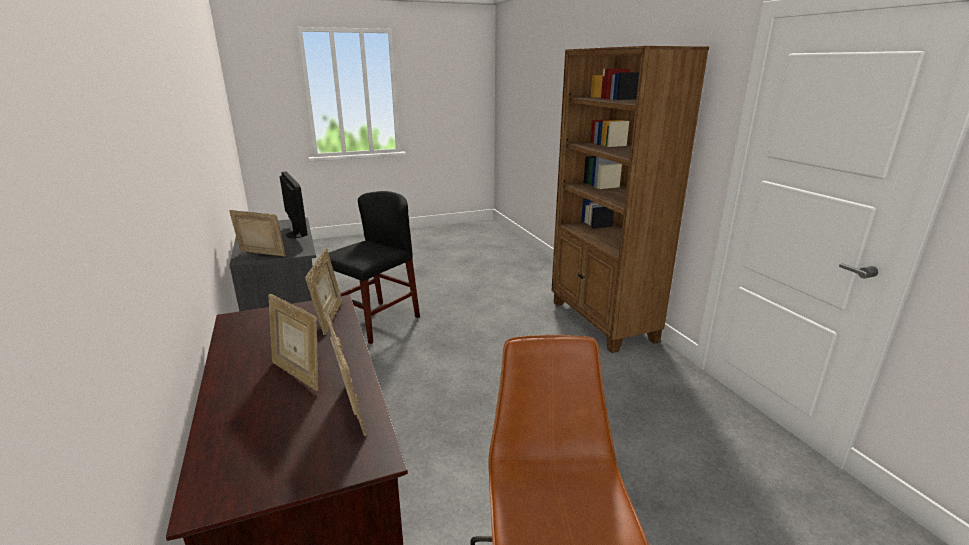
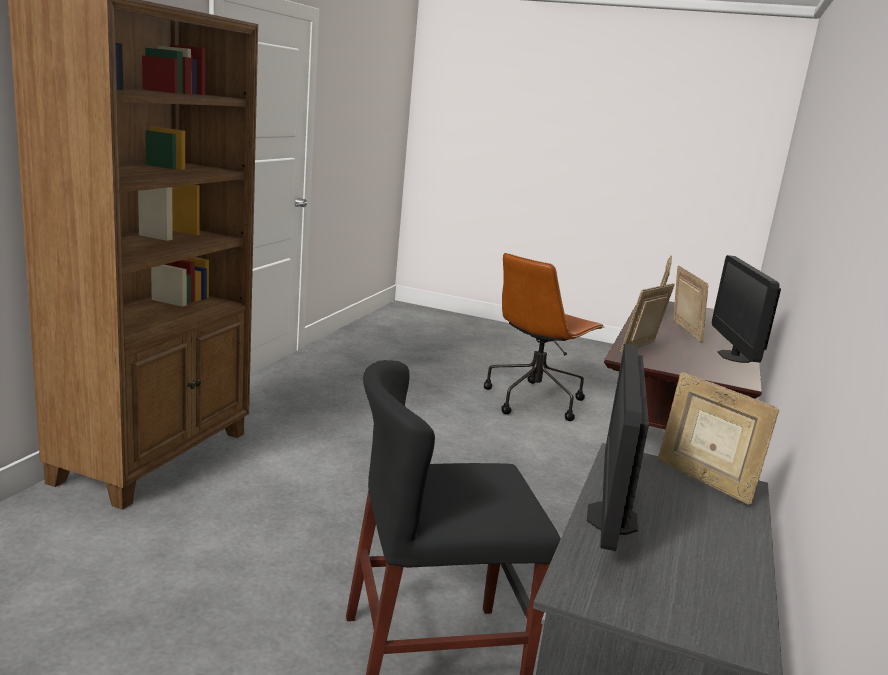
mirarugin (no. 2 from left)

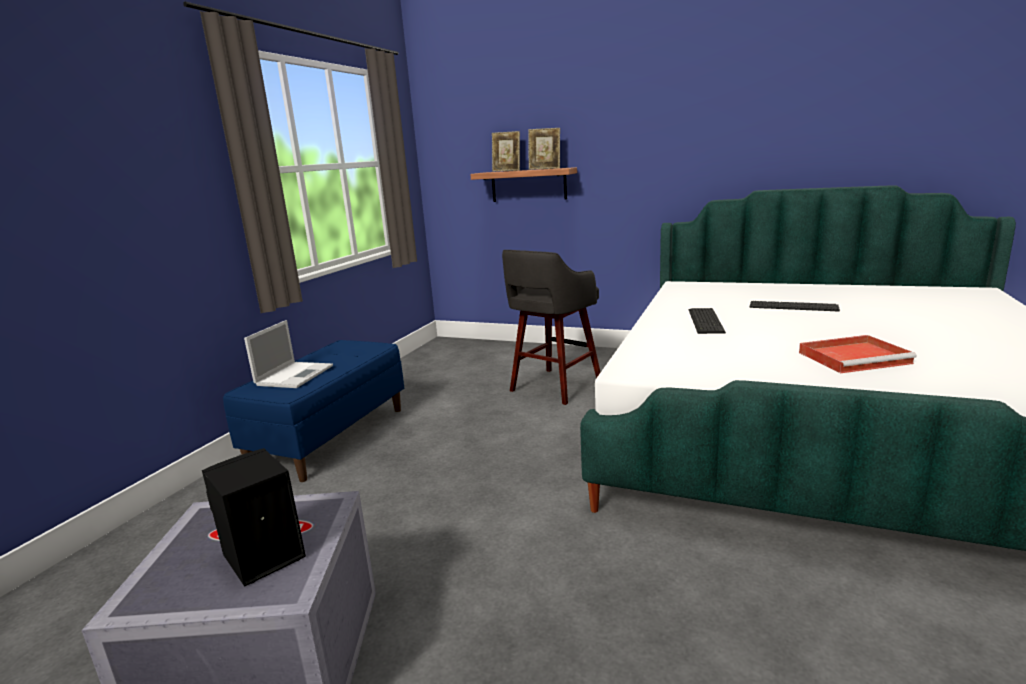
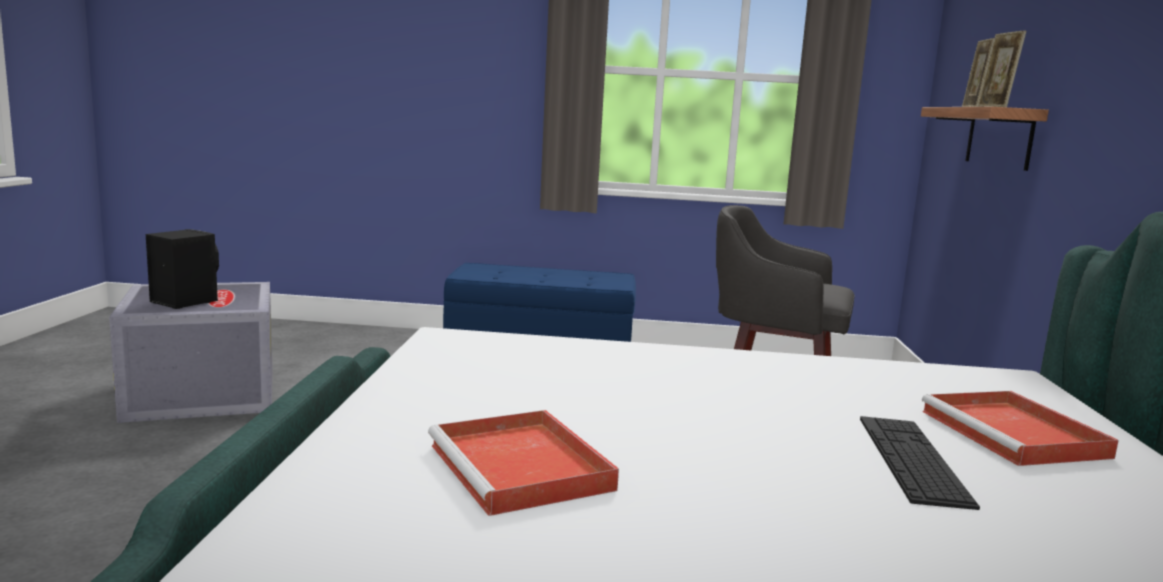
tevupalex; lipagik (no. 1 from left in the first image); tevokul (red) (no. 2 from left)

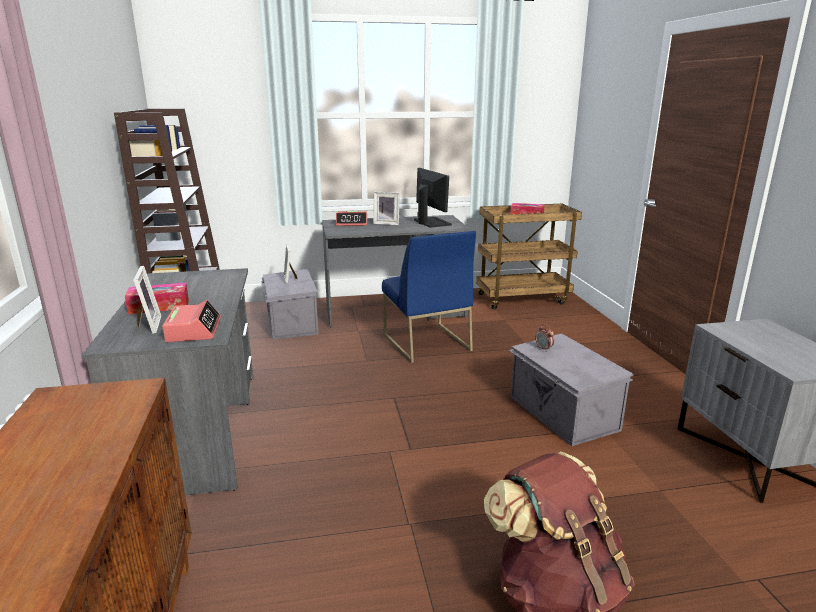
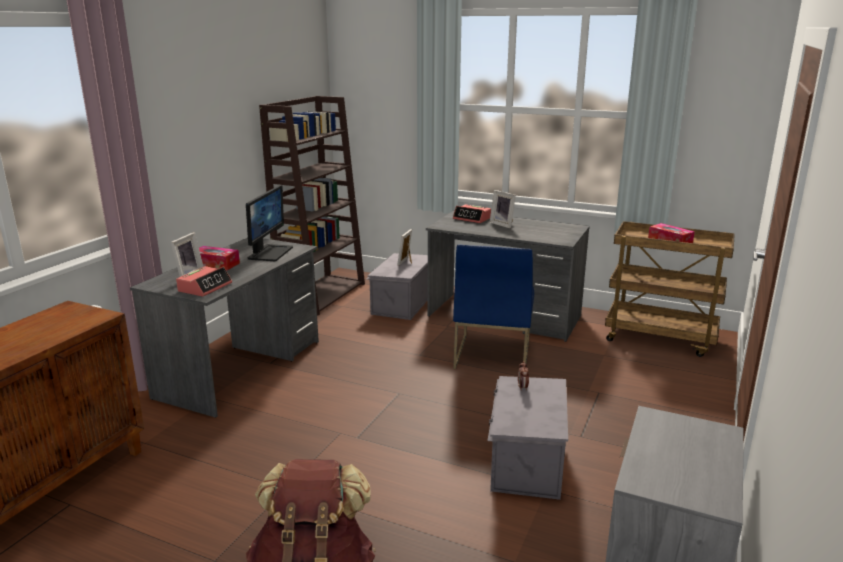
mirarugin

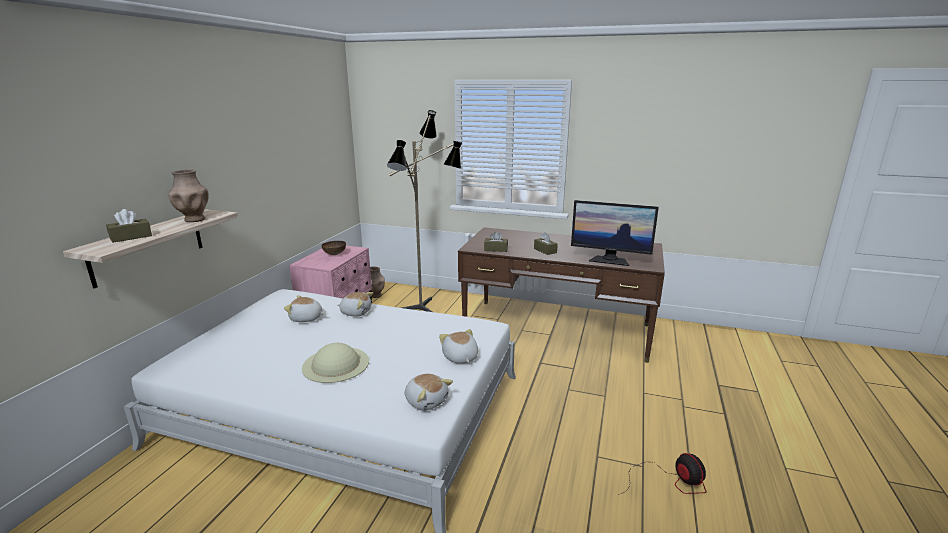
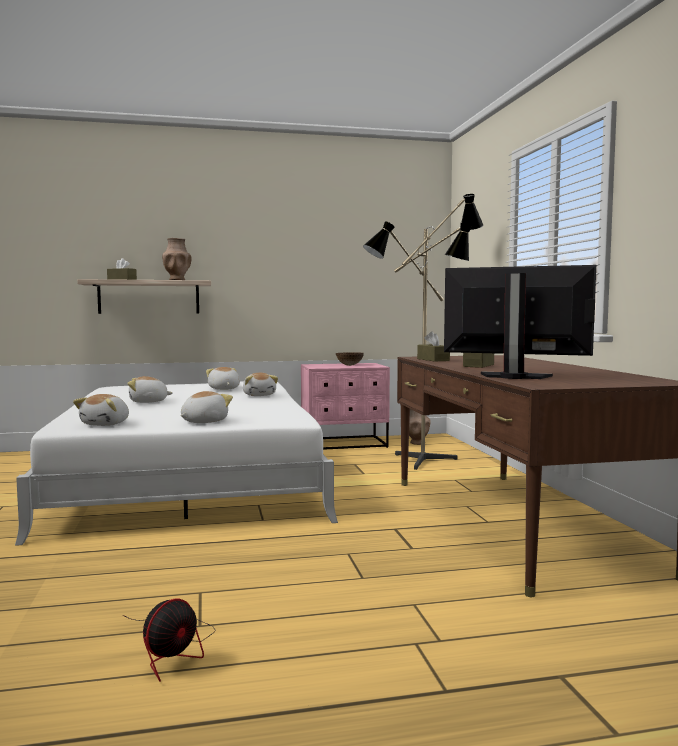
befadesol (no. 2 from left); mirarugin

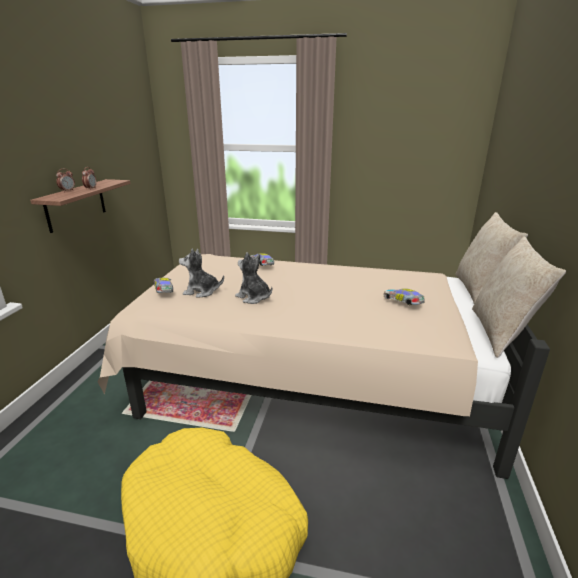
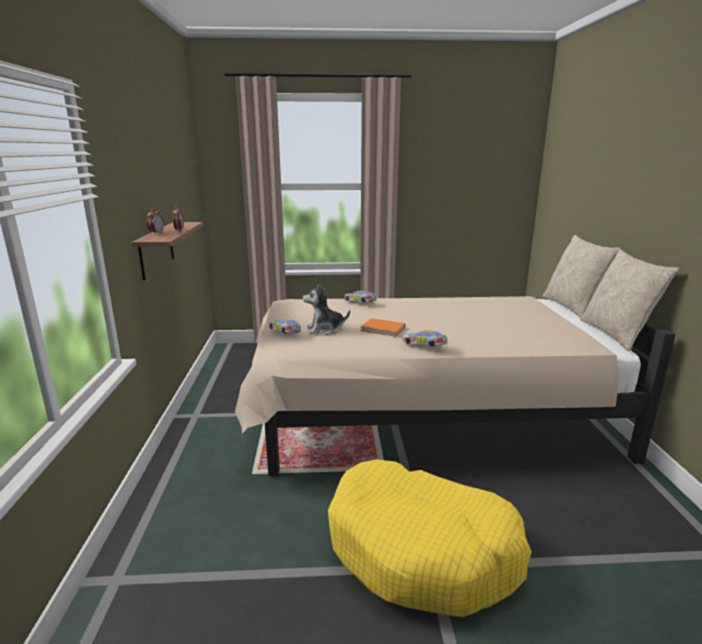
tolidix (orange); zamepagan (no. 3 from left)

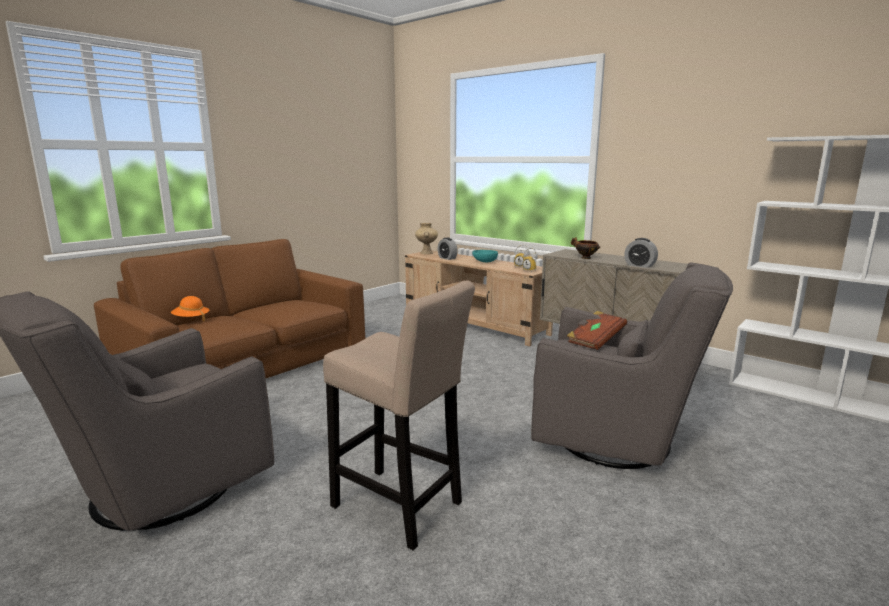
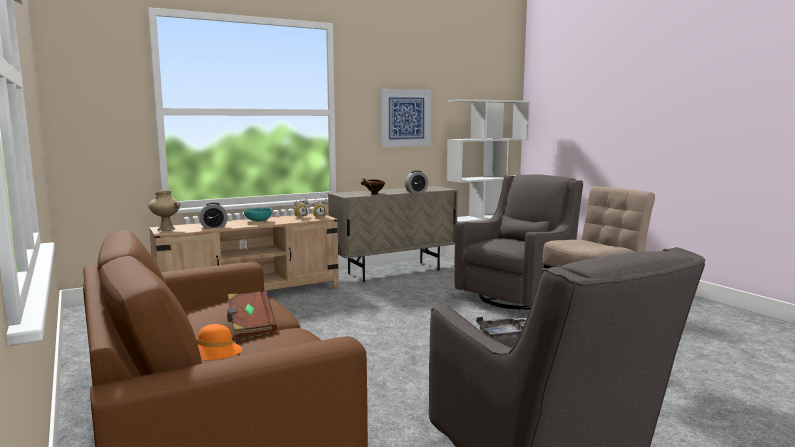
tolidix (brown); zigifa; tevokul (grey)

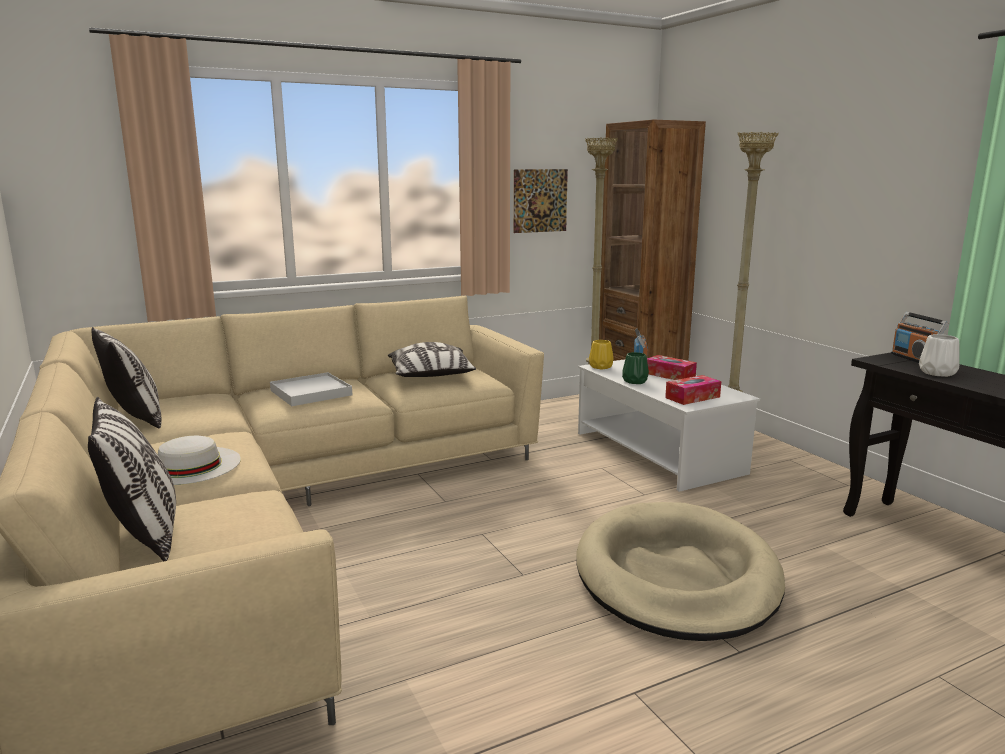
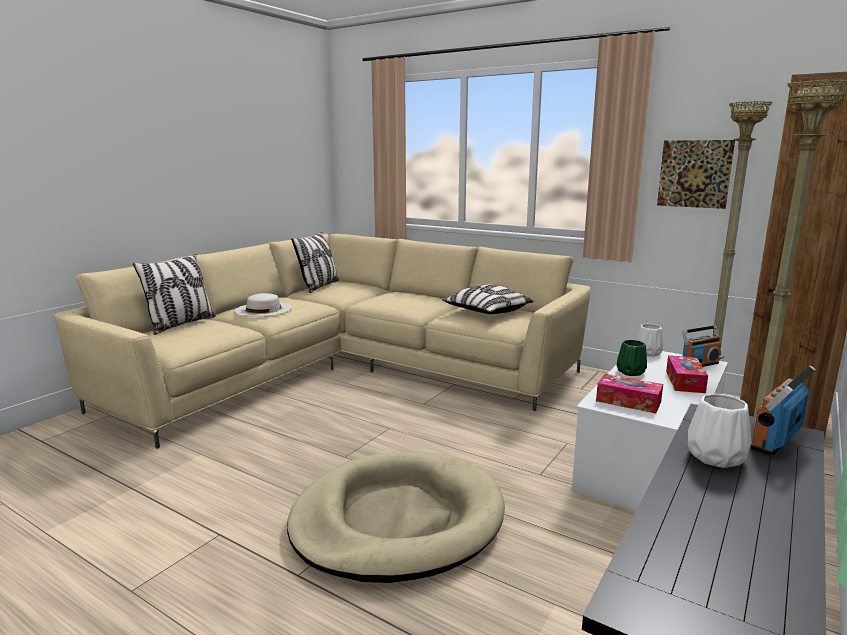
tevokul (white); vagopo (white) (no. 1 from left)

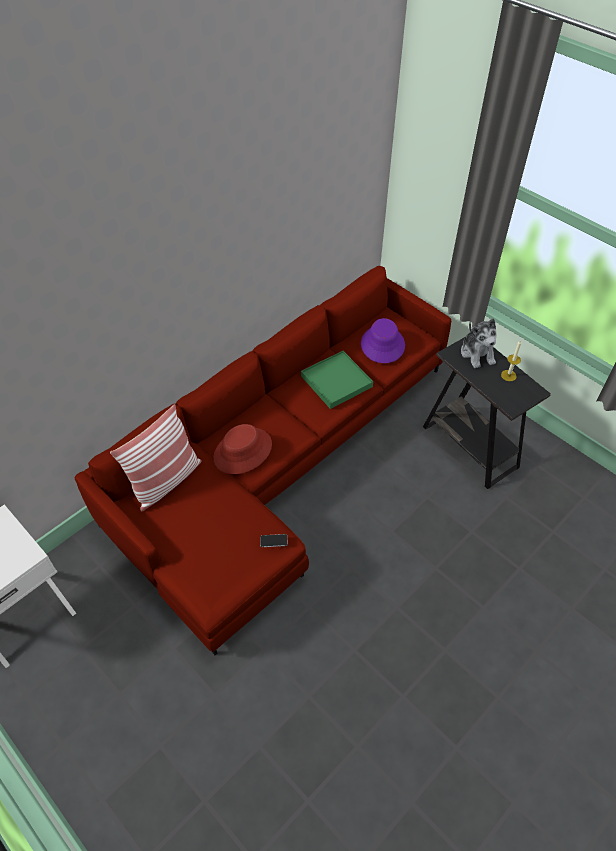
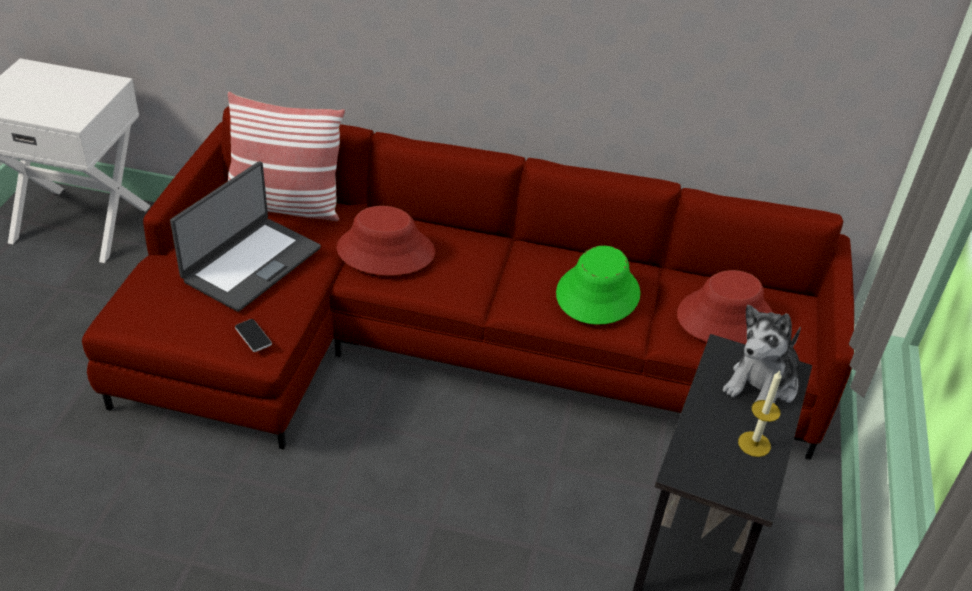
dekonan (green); dekonan (red) (no. 2 from left); tevupalex

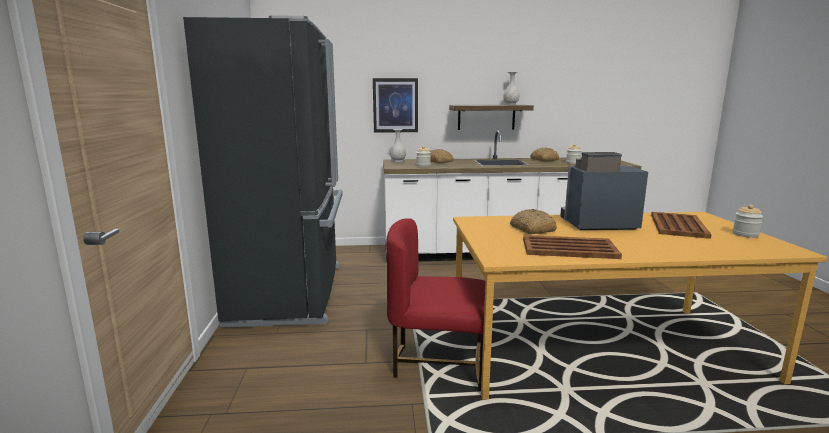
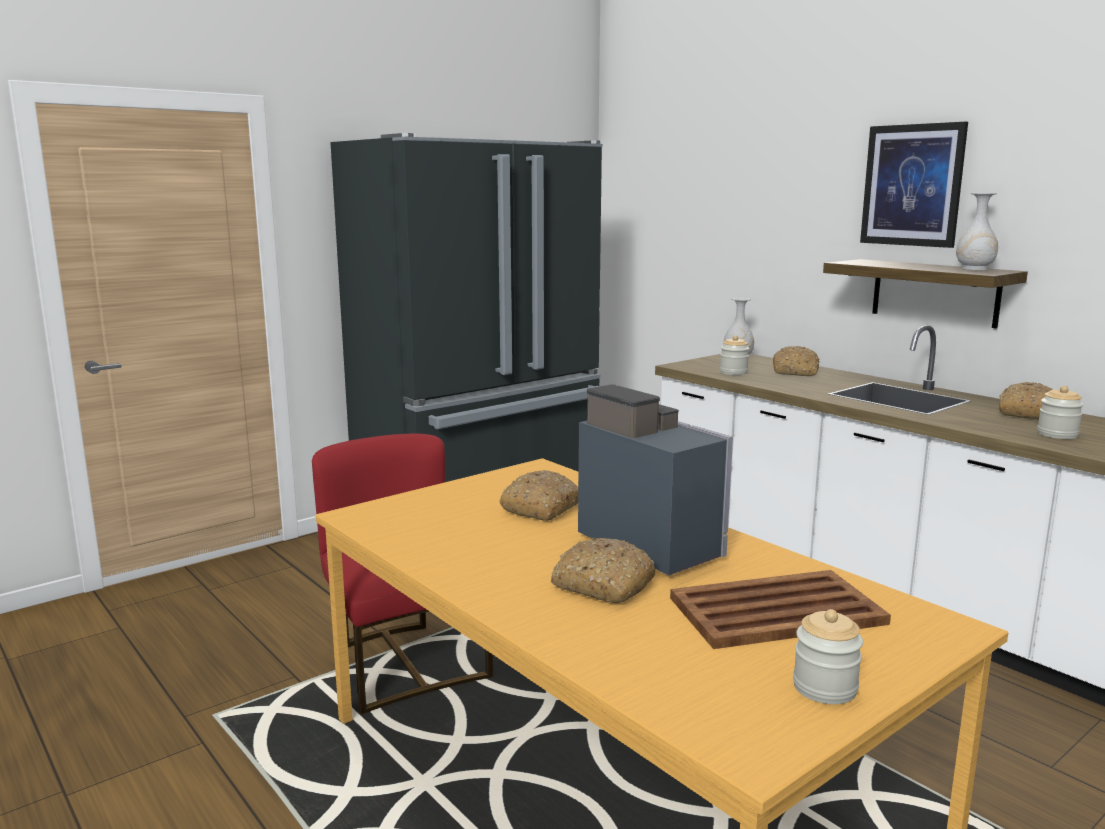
zigifa; tevokul (brown) (no. 1 from left in the first image); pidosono (no. 2 from left)

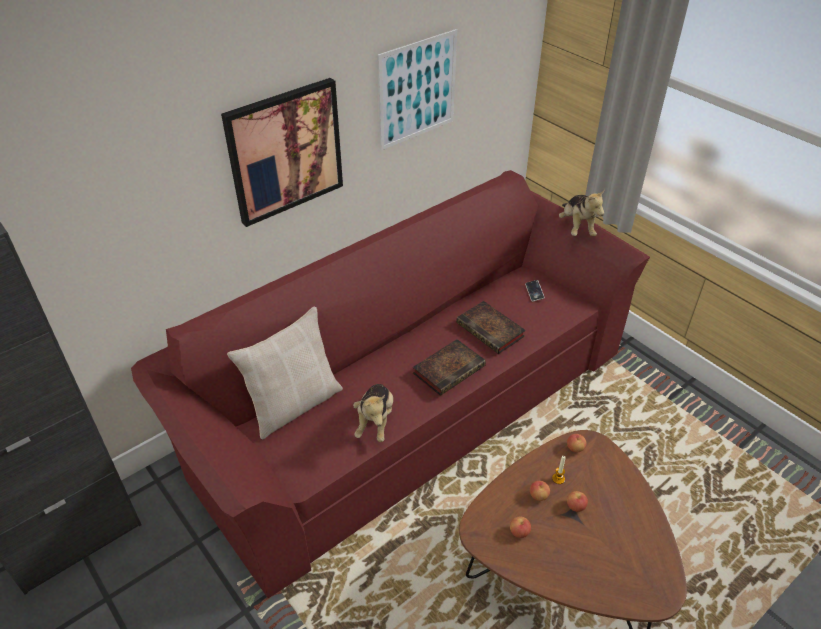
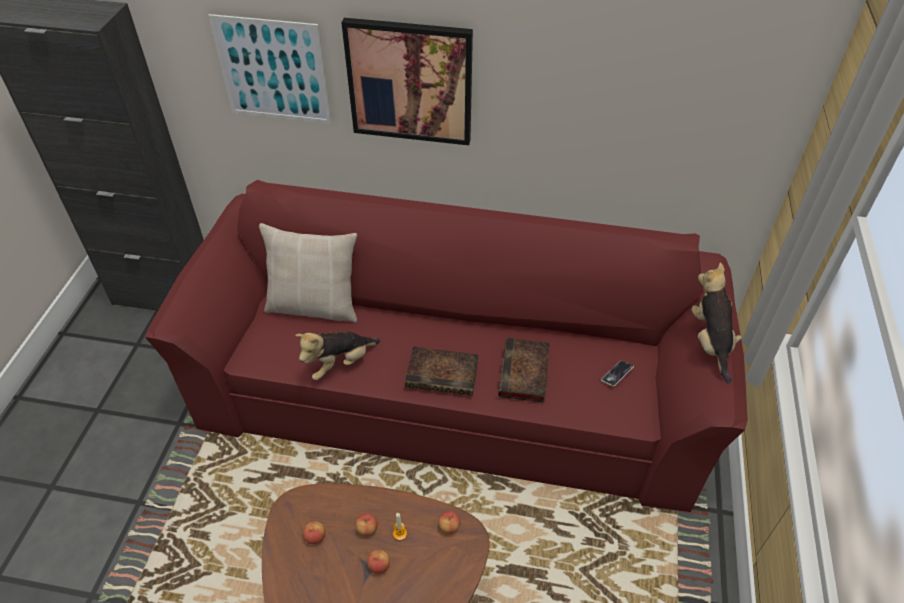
zigifa (no. 1 from left); befadesol (no. 2 from left)

